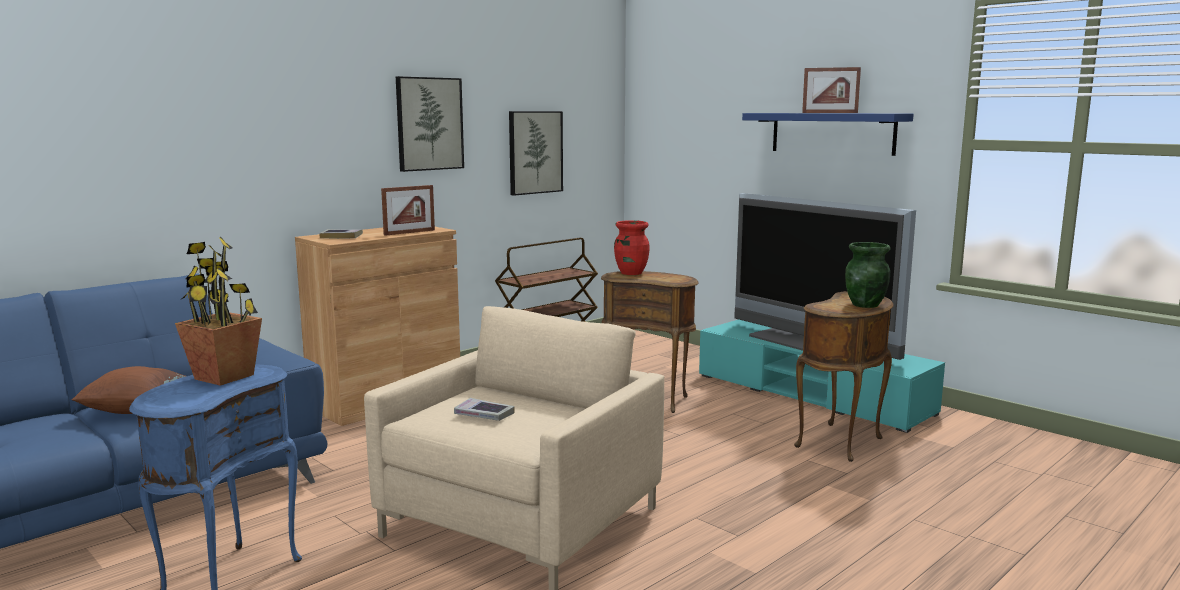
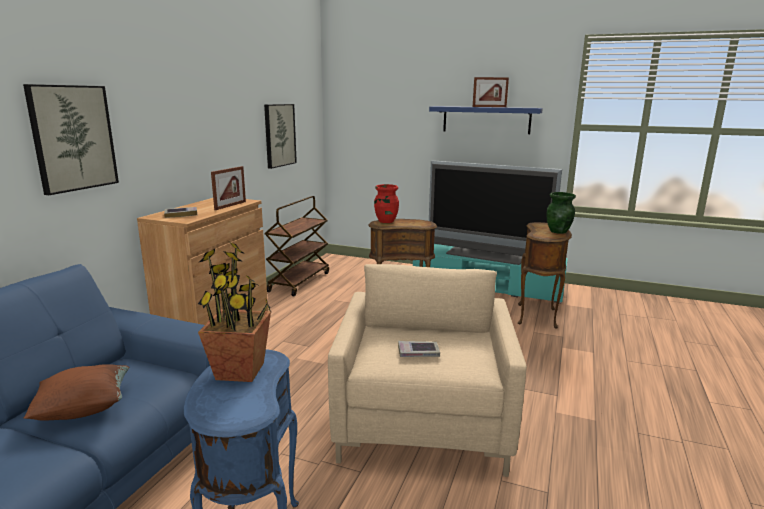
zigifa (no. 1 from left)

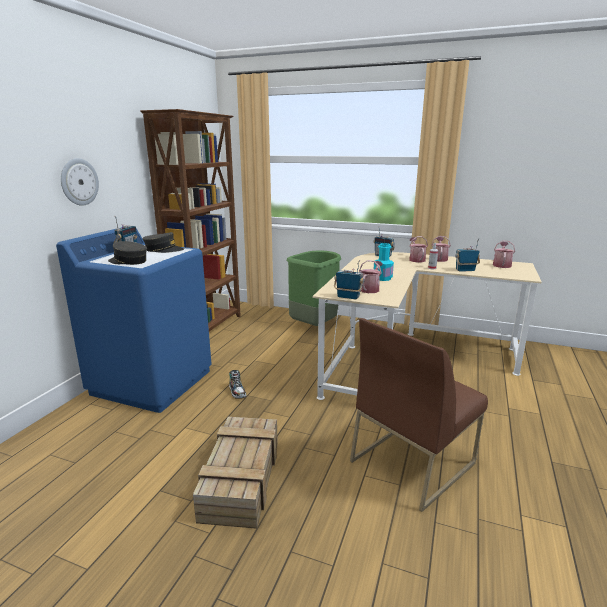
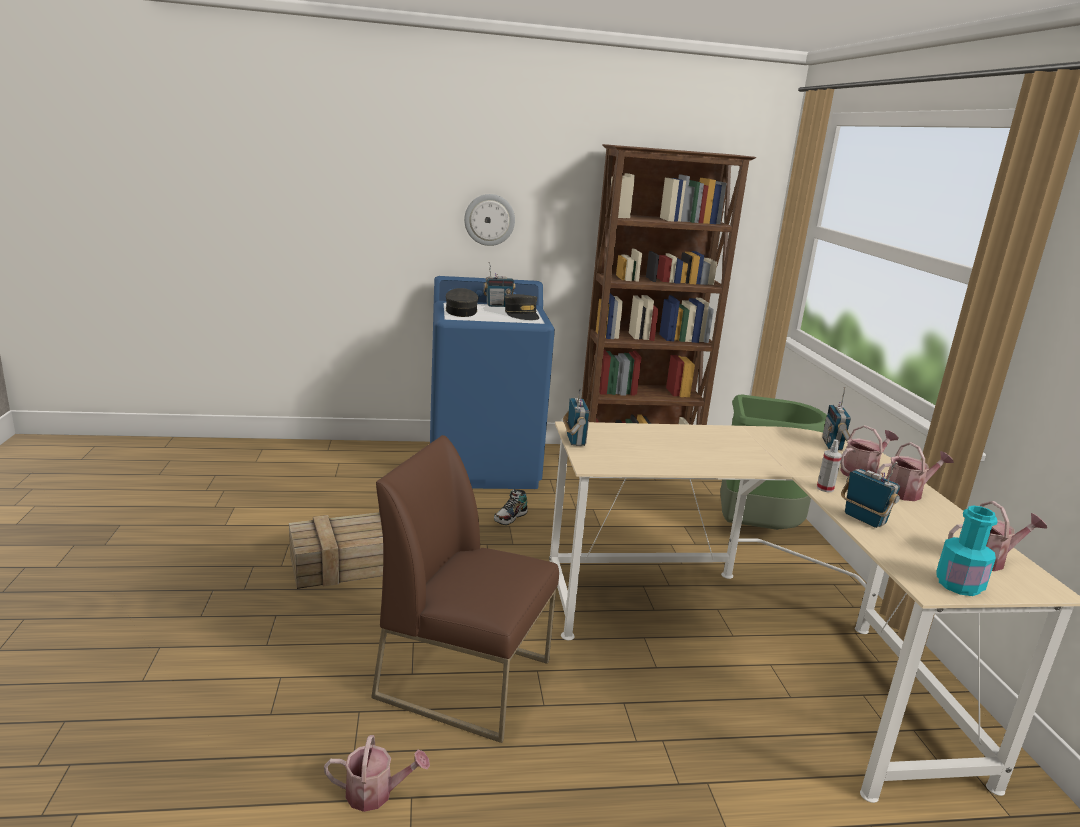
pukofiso (no. 1 from left); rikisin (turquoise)

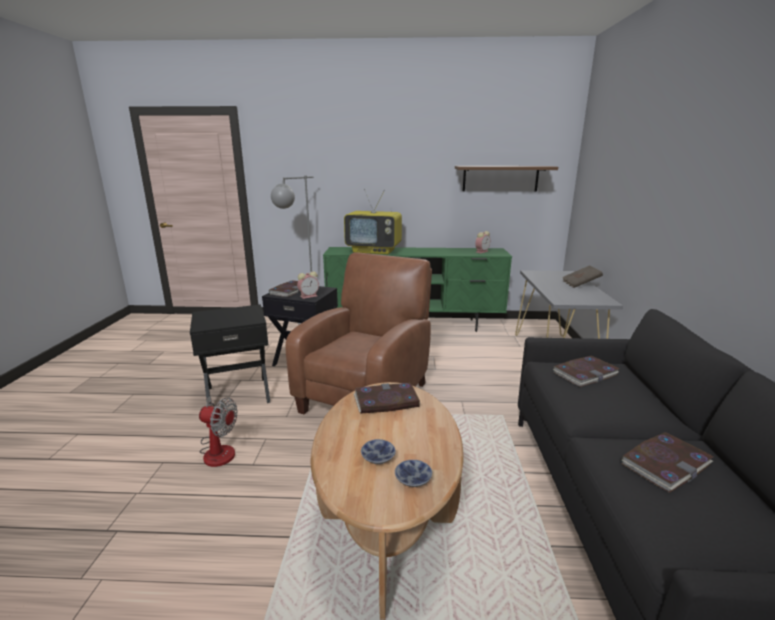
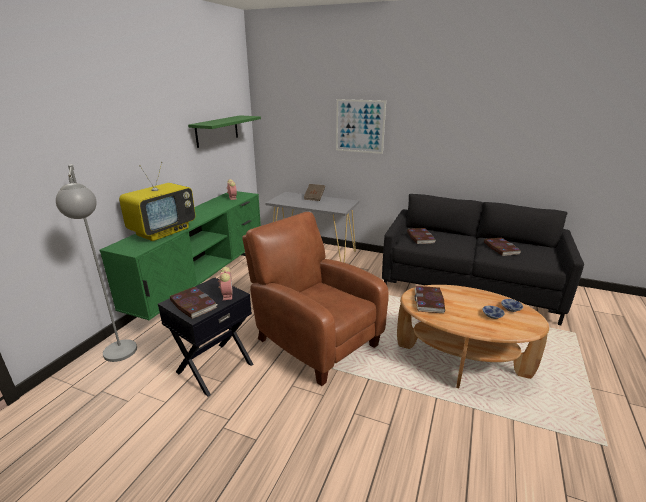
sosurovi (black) (no. 1 from left in the first image); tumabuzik; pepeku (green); zigifa

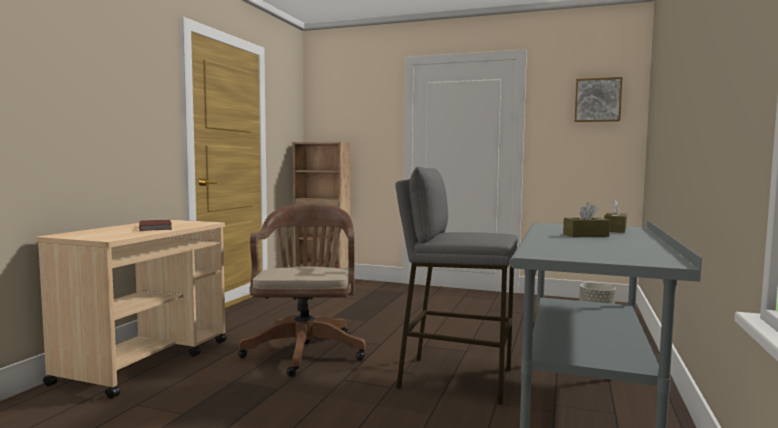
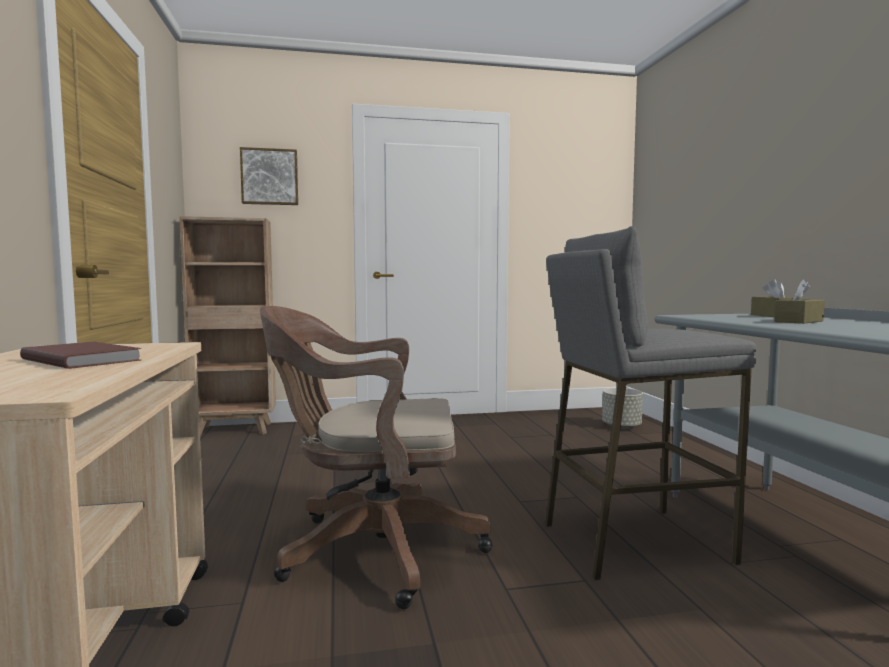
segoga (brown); zigifa

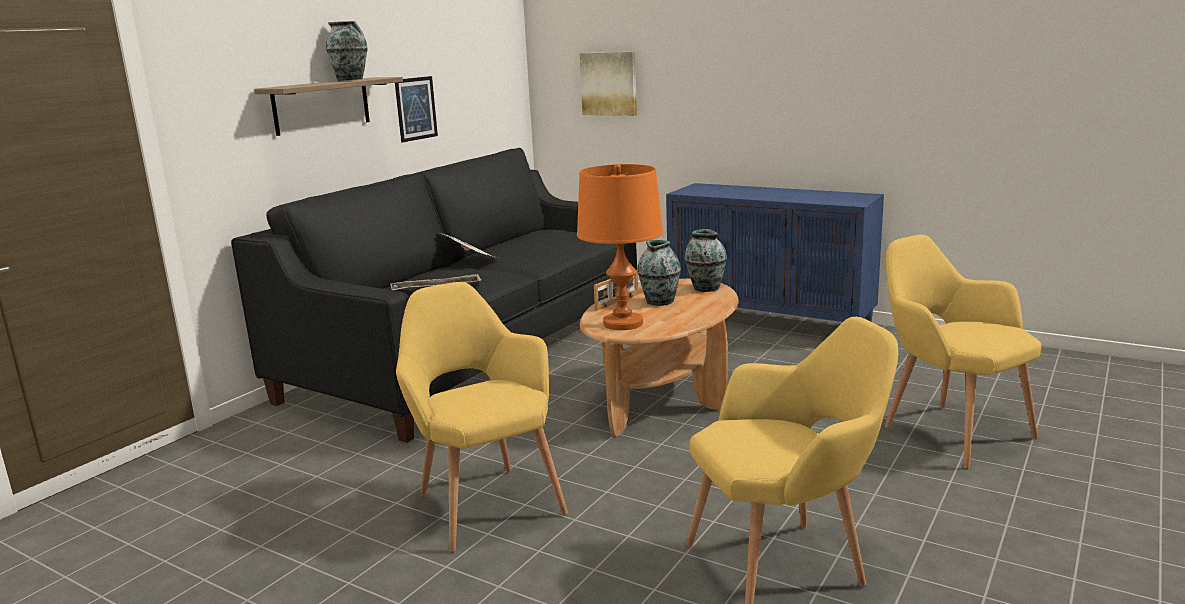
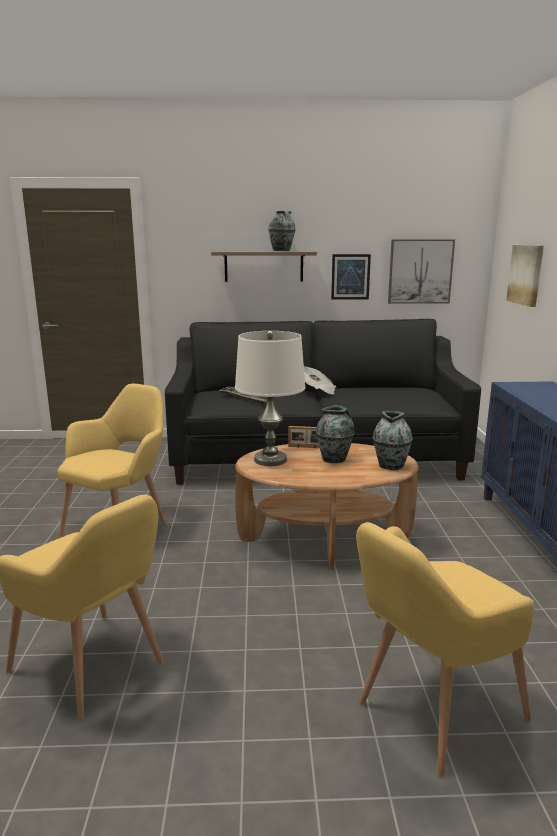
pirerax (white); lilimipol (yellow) (no. 3 from left); zigifa (no. 2 from left)

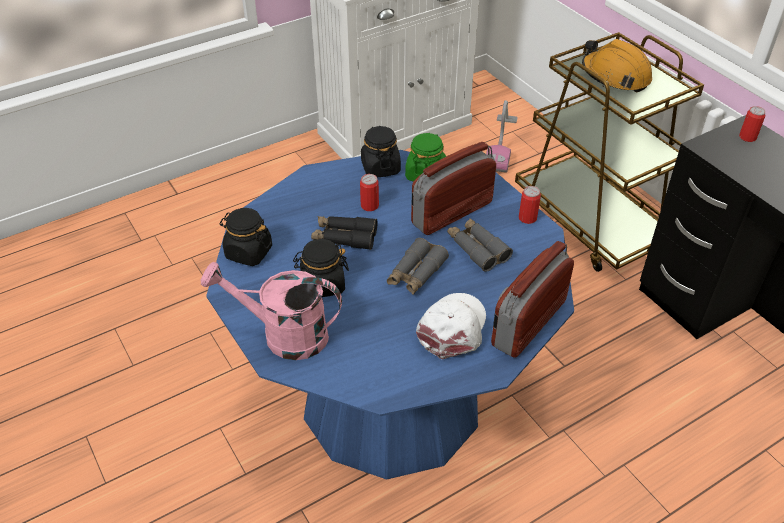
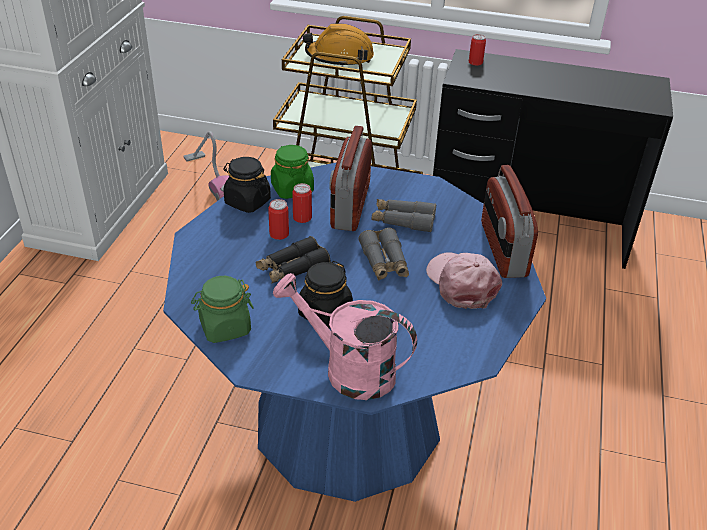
pukofiso (pink); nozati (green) (no. 1 from left); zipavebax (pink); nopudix (no. 2 from left)

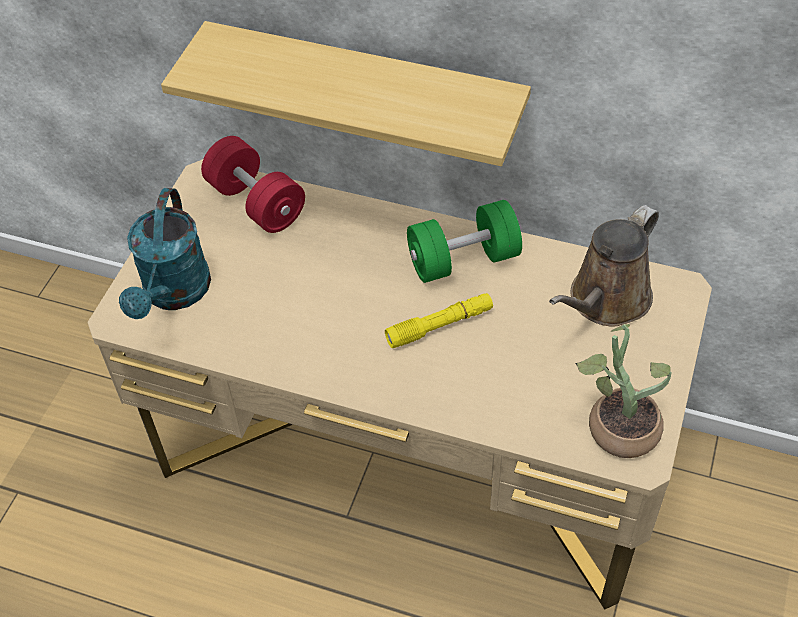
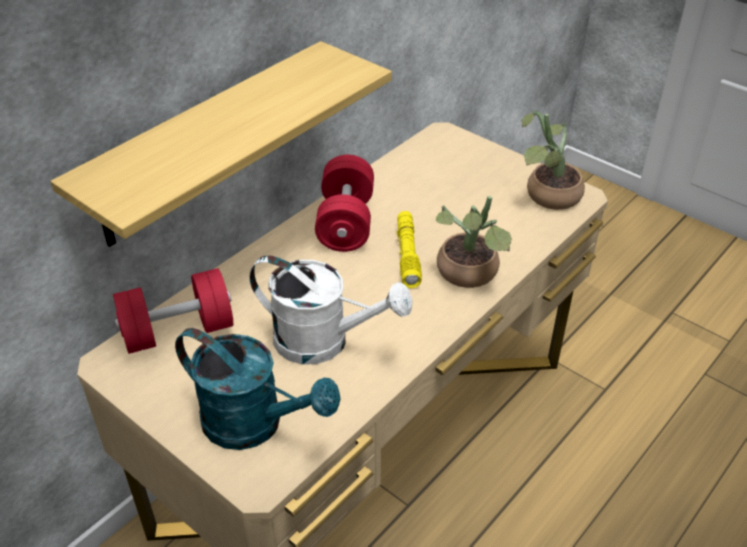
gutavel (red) (no. 2 from left); pukofiso (brown); pukofiso (white); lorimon (no. 1 from left)

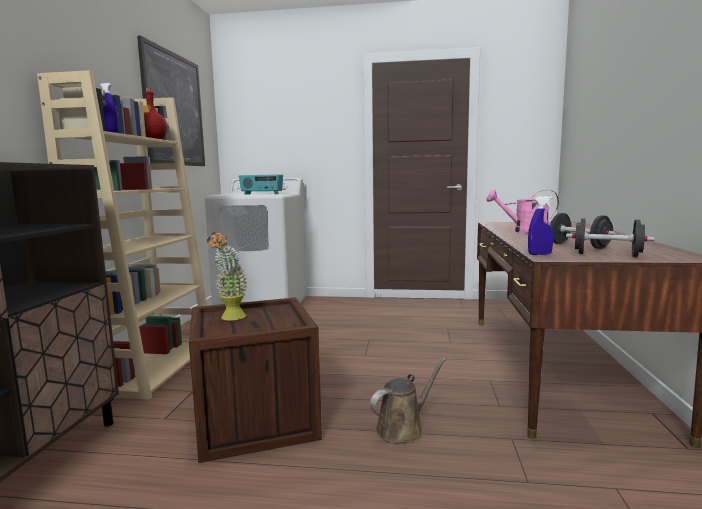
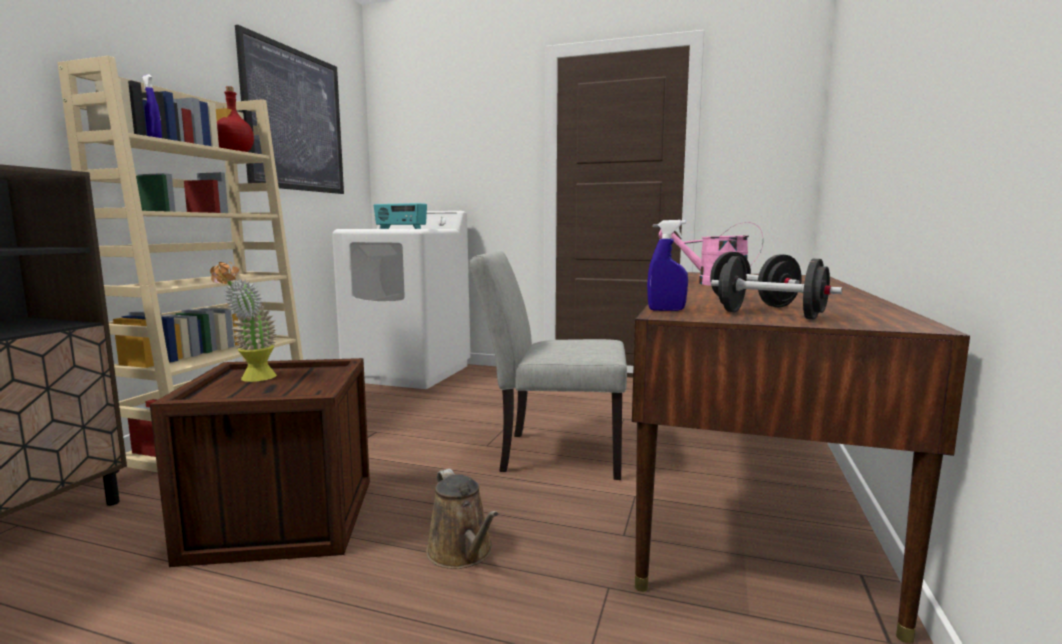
pukofiso (brown); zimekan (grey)

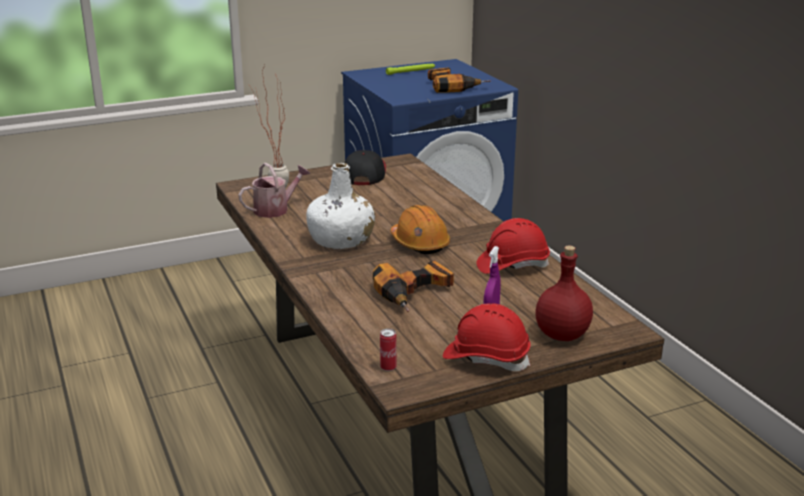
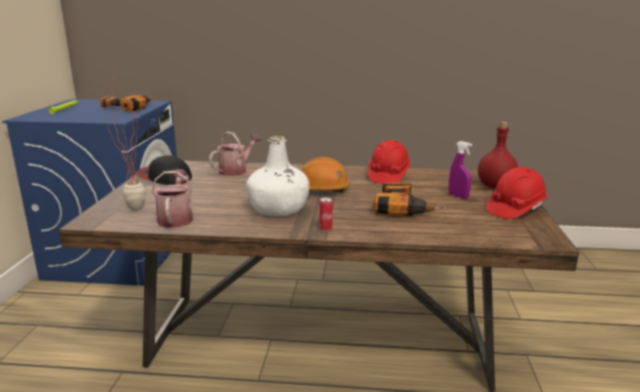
nopudix; pukofiso (no. 2 from left)

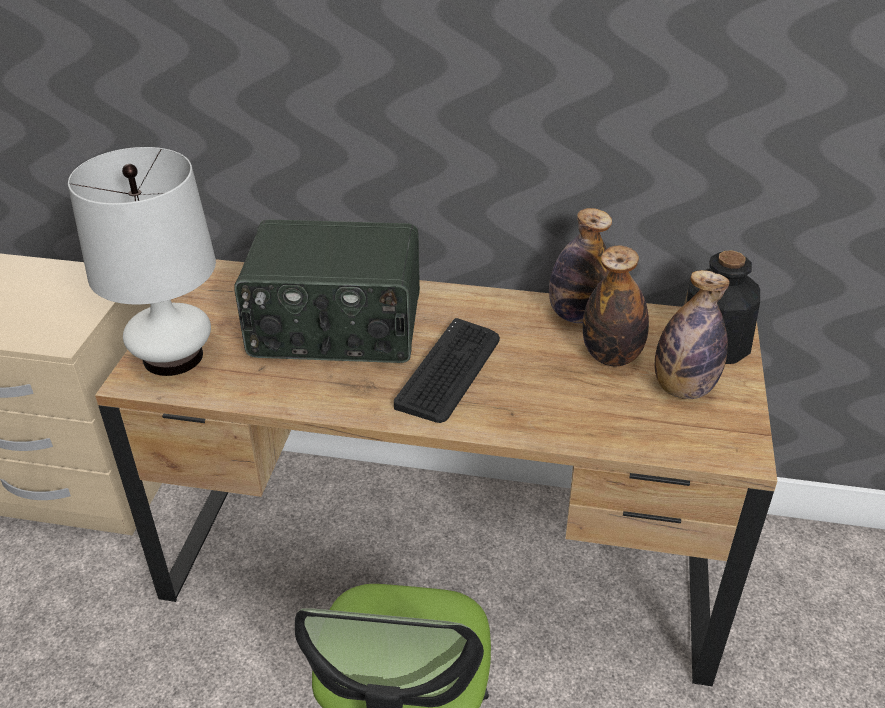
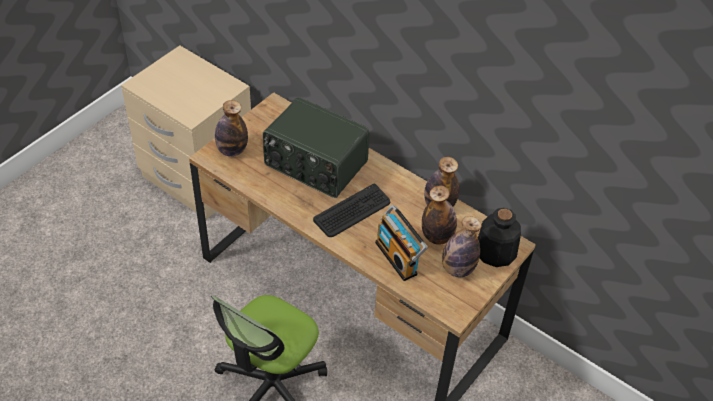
rikisin (no. 1 from left); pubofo (no. 2 from left)

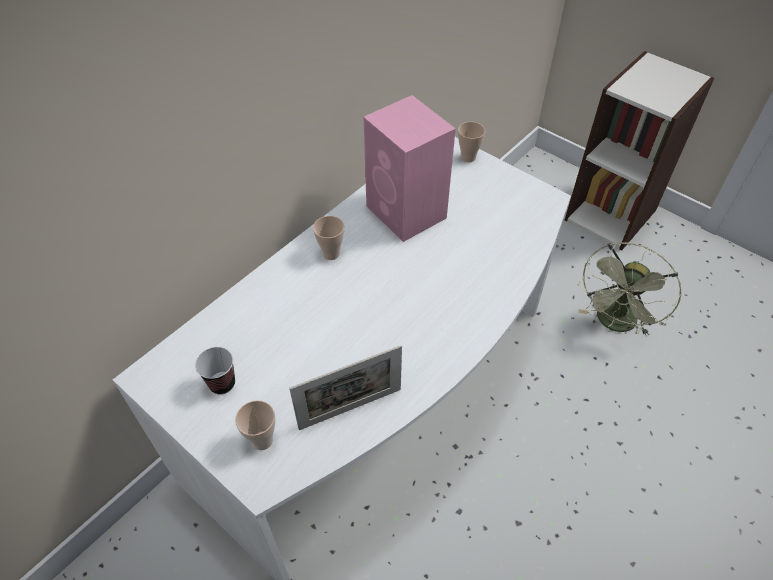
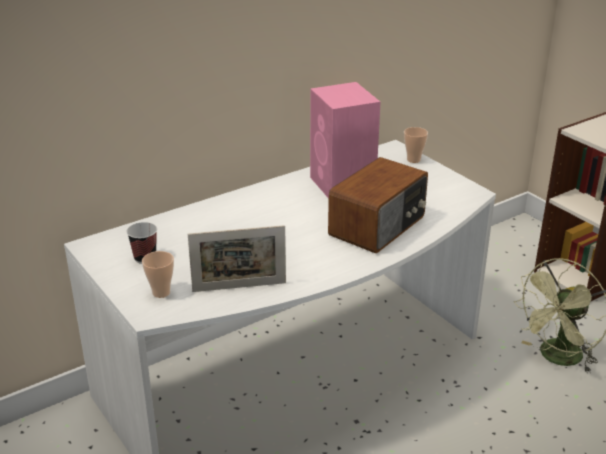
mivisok (no. 3 from left in the first image); pubofo

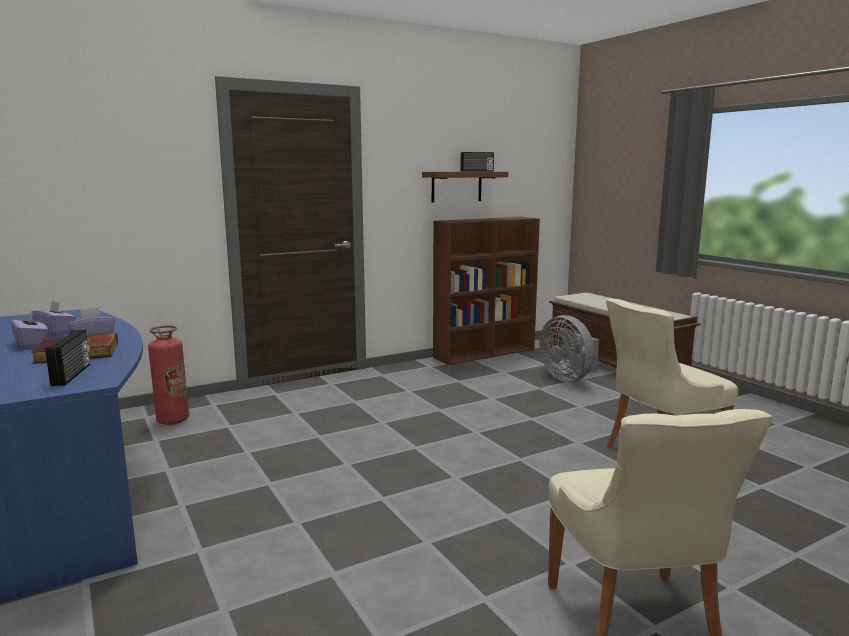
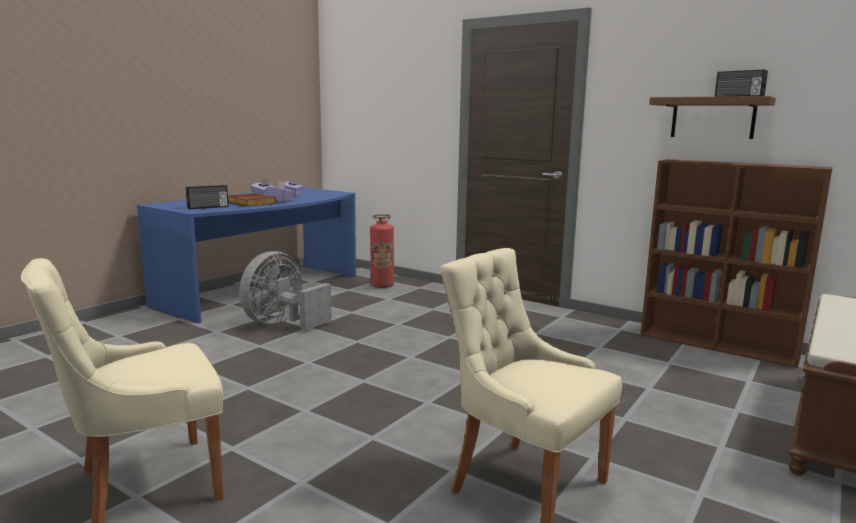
tumabuzik (grey)

